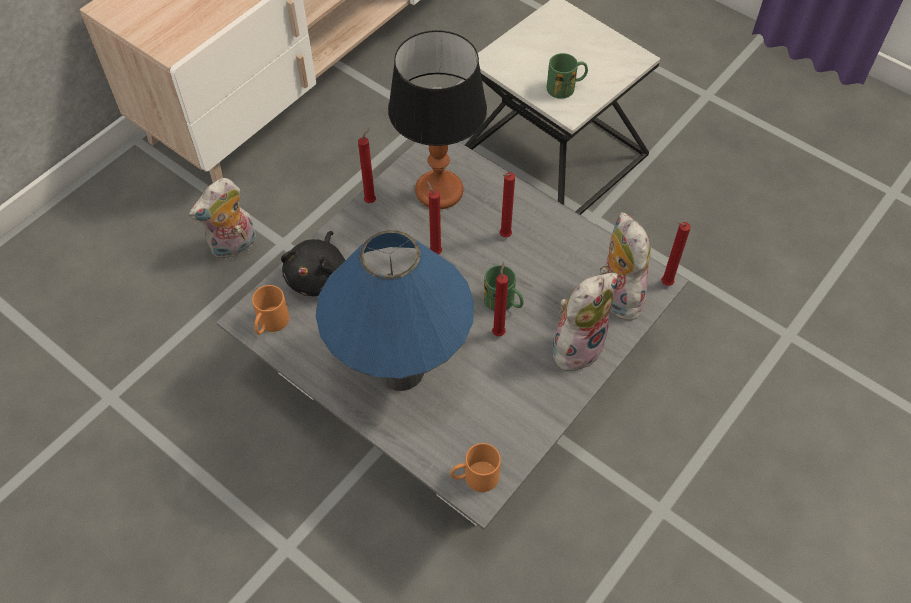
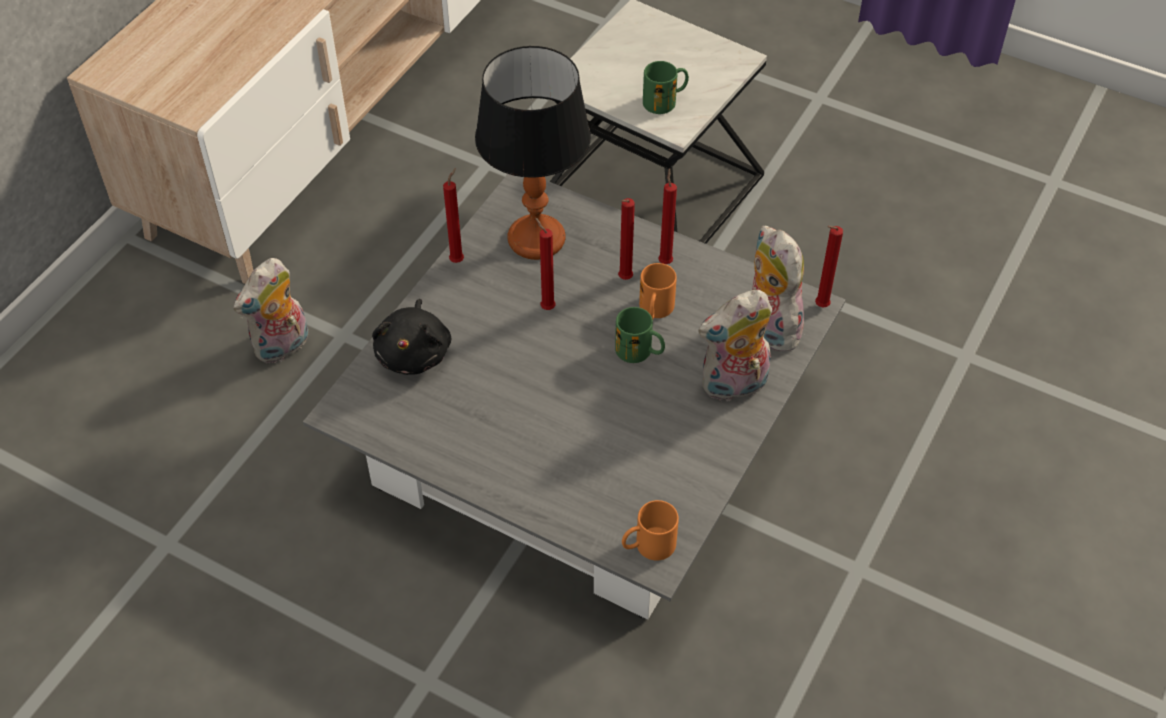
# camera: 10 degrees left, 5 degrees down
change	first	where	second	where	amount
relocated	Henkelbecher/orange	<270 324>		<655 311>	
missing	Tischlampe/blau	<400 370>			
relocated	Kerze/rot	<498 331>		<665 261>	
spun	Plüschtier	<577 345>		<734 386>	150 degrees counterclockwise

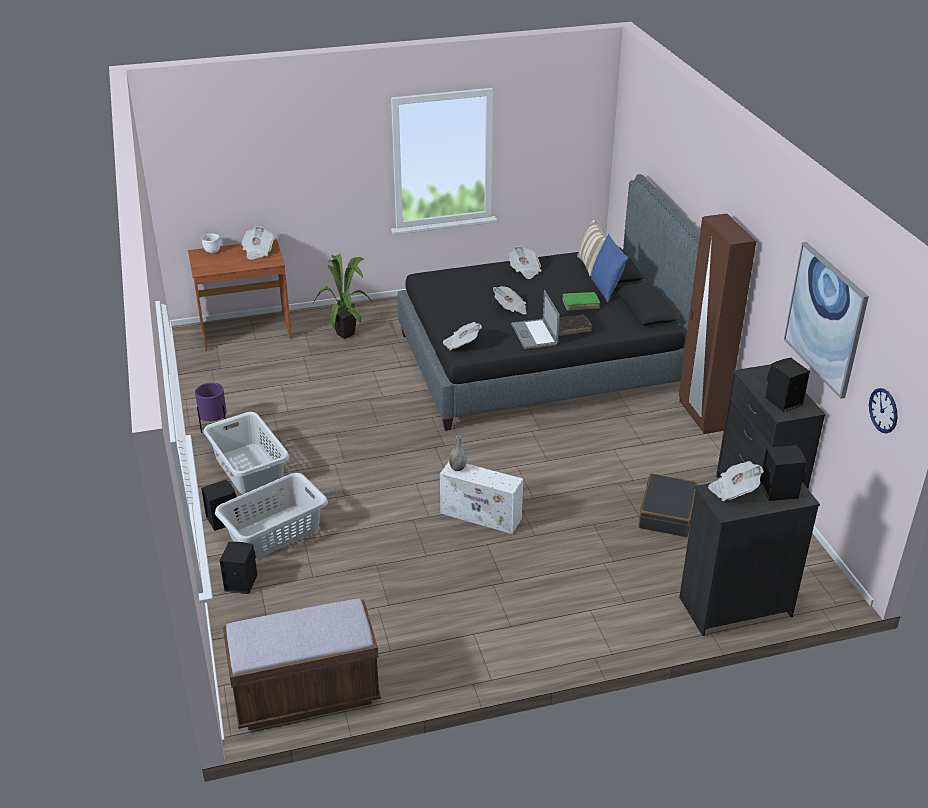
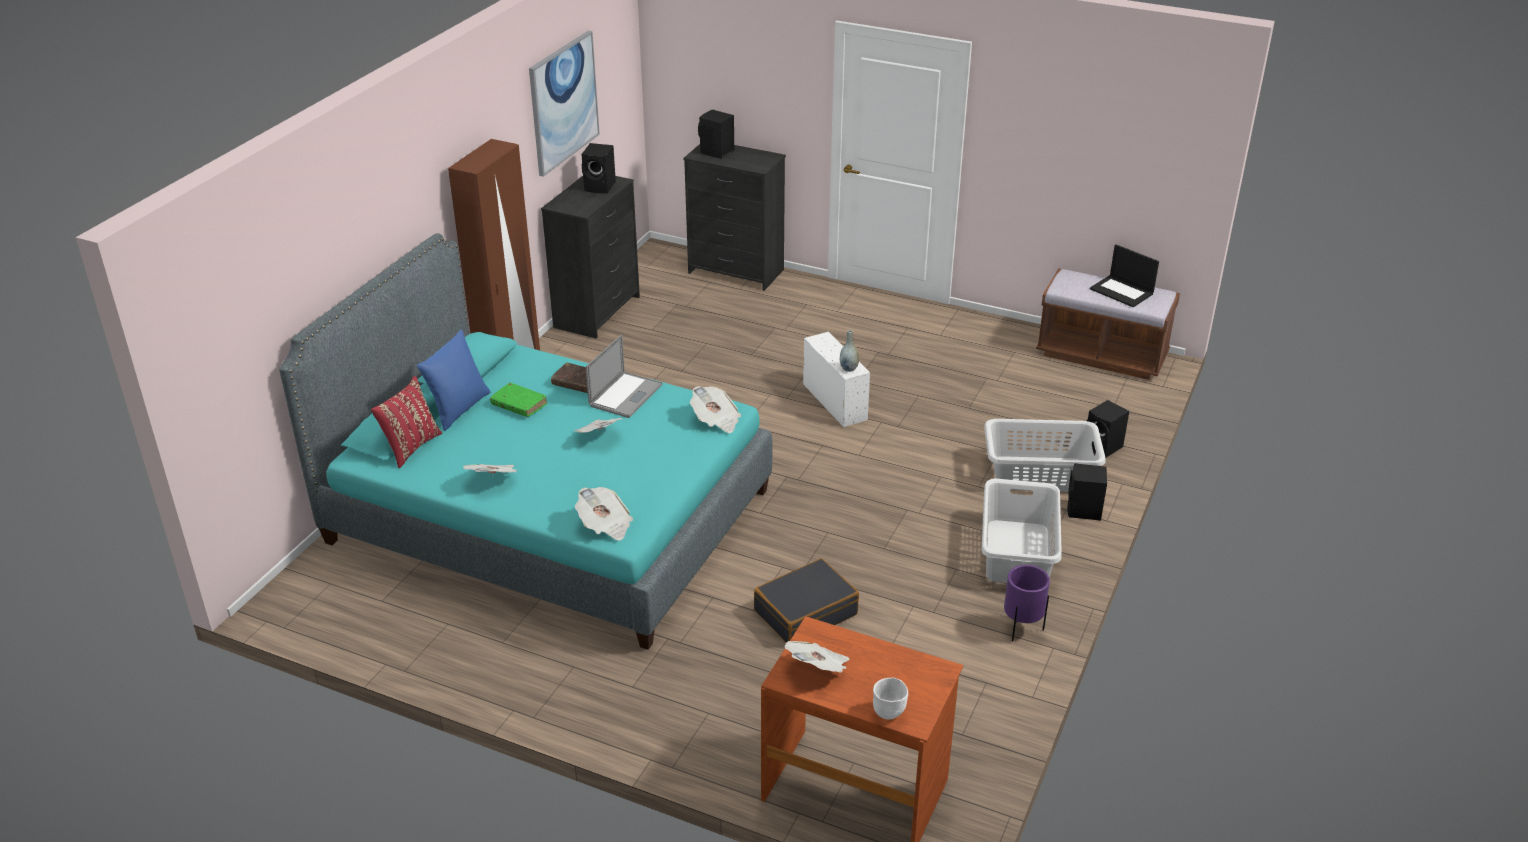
# camera: 140 degrees left, 0 degrees up
change	first	where	second	where	amount
missing	Topfpflanze	<348 333>			
colour	Bett/schwarz	<542 361>	Bett/türkis	<548 516>	
colour	Kissen/beige	<591 265>	Kissen/rot	<410 447>	
relocated	Koffer/schwarz	<667 514>		<805 612>	
relocated	Zeitung	<733 491>		<605 525>	
missing	Wanduhr	<883 410>			
appeared			Laptop	<1122 291>	

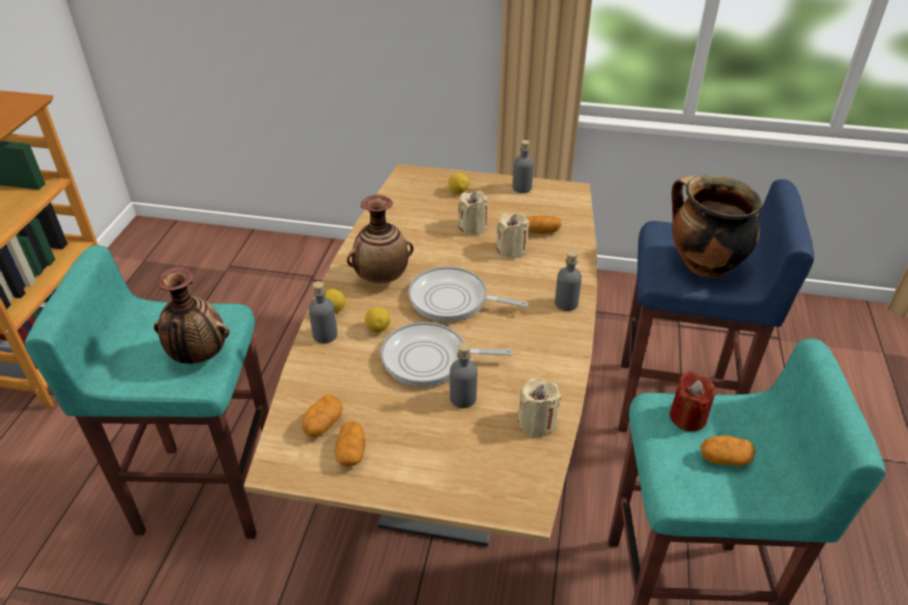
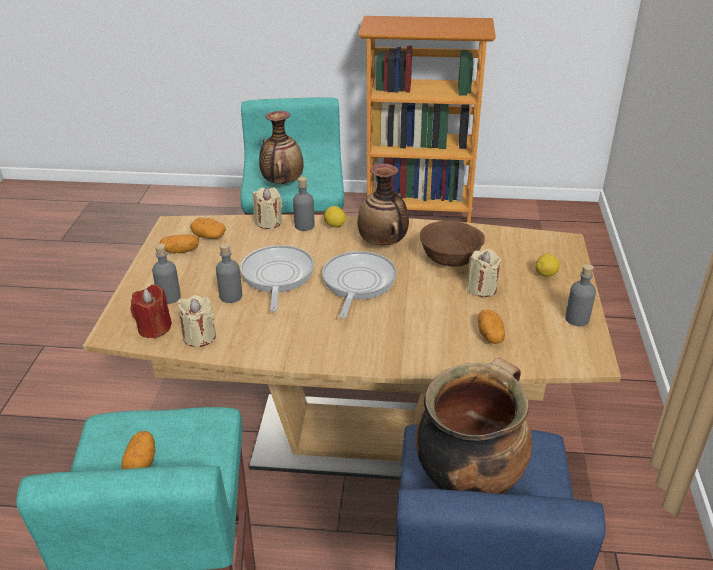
# camera: 85 degrees right, 5 degrees down
change	first	where	second	where	amount
missing	Zitrone	<378 328>			
relocated	Kerze/beige	<511 249>		<268 222>	
relocated	Flasche/grau	<566 303>		<169 297>	
relocated	Kerze/rot	<688 417>		<154 328>	
appeared			Schüssel/braun	<450 259>	

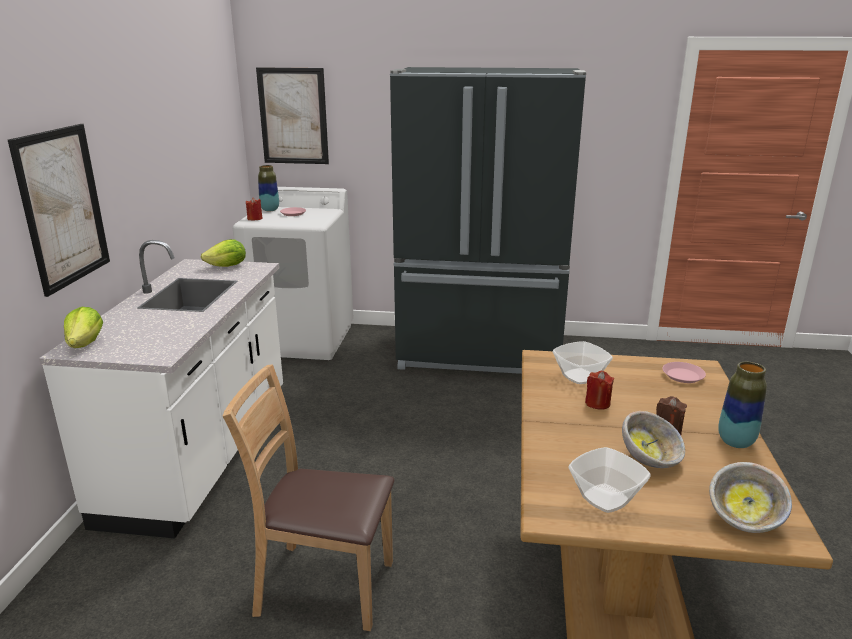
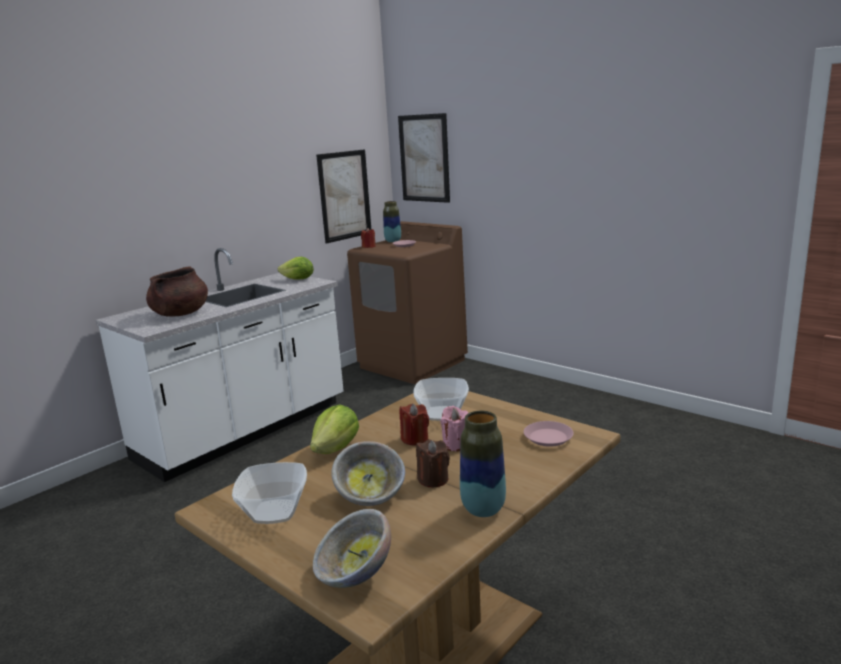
# camera: 35 degrees right, 5 degrees down
change	first	where	second	where	amount
relocated	Bild	<63 207>		<344 195>	
relocated	Salatkopf	<85 344>		<336 449>	
missing	Stuhl/braun	<324 586>			
colour	Waschmaschine/weiß	<303 339>	Waschmaschine/braun	<413 364>	
missing	Kühlschrank/schwarz	<480 353>			
appeared			Kochtopf/braun	<180 314>	
appeared			Kerze/rosa	<456 444>	

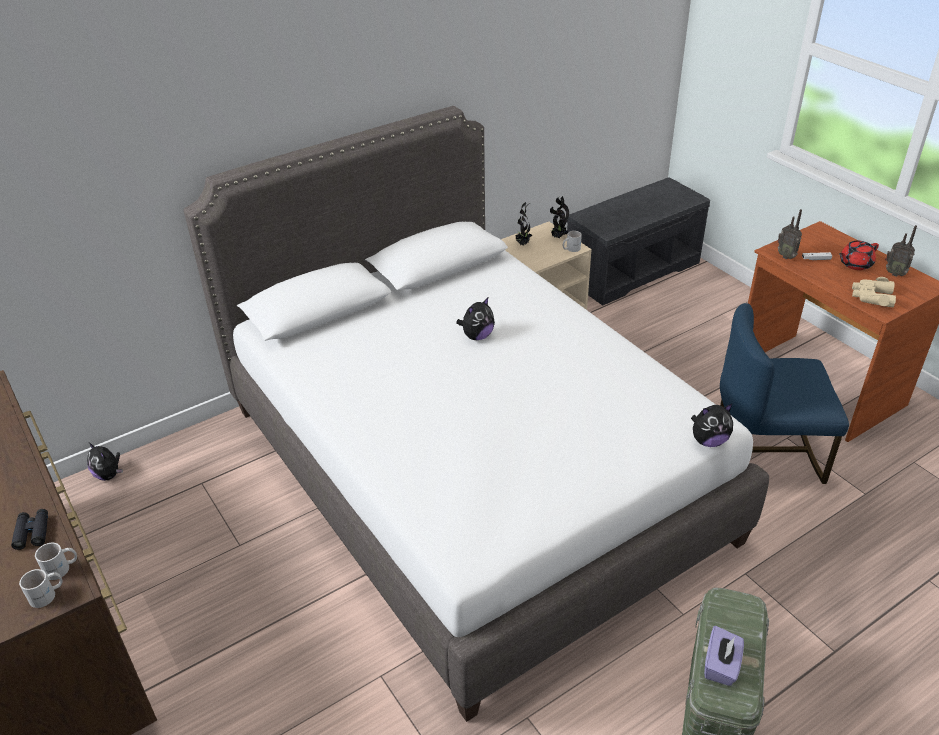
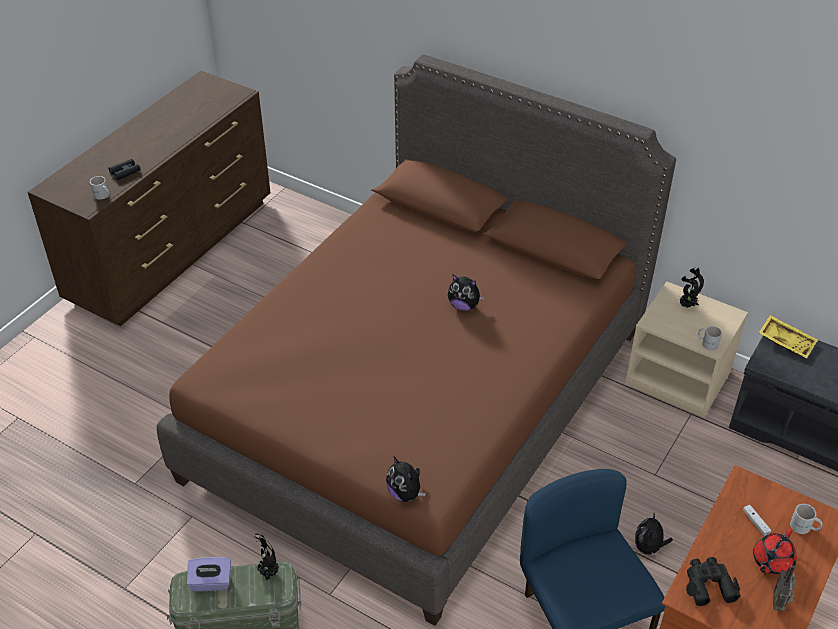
# camera: 65 degrees right, 5 degrees up
change	first	where	second	where	amount
relocated	Henkelbecher/weiß	<47 595>		<804 528>	
relocated	Plüschtier	<109 475>		<649 548>	
colour	Bett/weiß	<470 472>	Bett/braun	<419 403>	
relocated	Topfpflanze	<558 237>		<267 572>	
missing	Radio	<786 256>			
spun	Teekanne/rot	<854 264>		<771 561>	90 degrees counterclockwise
colour	Fernglas/beige	<872 297>	Fernglas/schwarz	<708 584>	
appeared			Tablett/gelb	<786 341>	

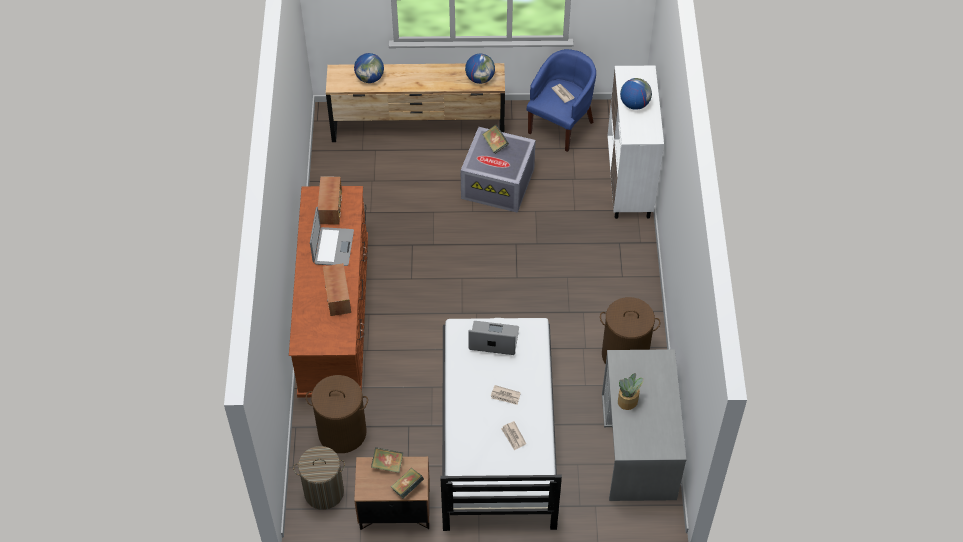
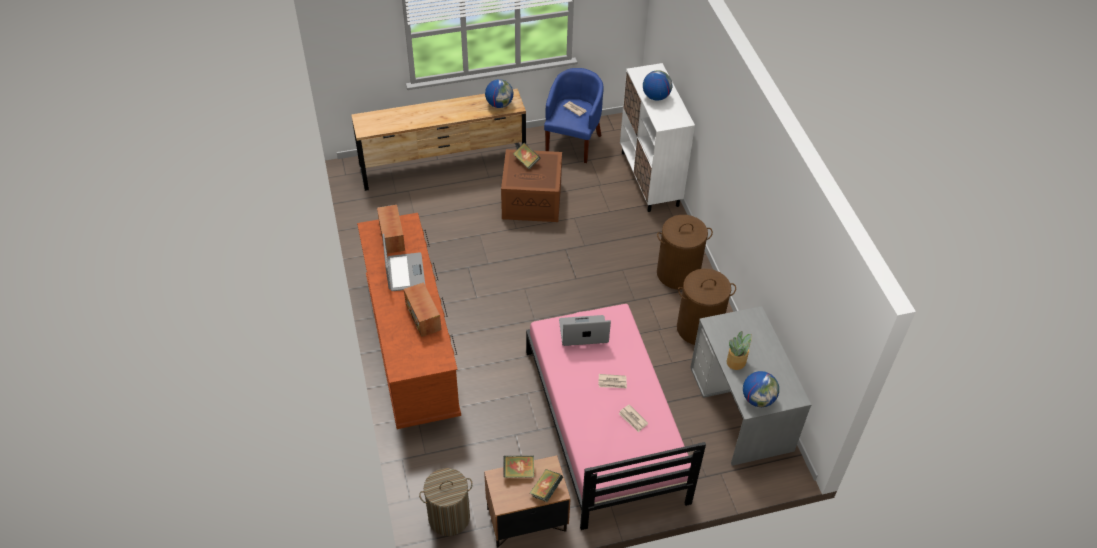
# camera: 15 degrees left, 5 degrees down
change	first	where	second	where	amount
relocated	Wäschekorb/braun	<342 432>		<678 274>	
relocated	Globus	<370 78>		<758 399>	
colour	Bett/weiß	<497 434>	Bett/rosa	<604 424>	
colour	Aufbewahrungsbox/grau	<499 183>	Aufbewahrungsbox/braun	<532 200>	

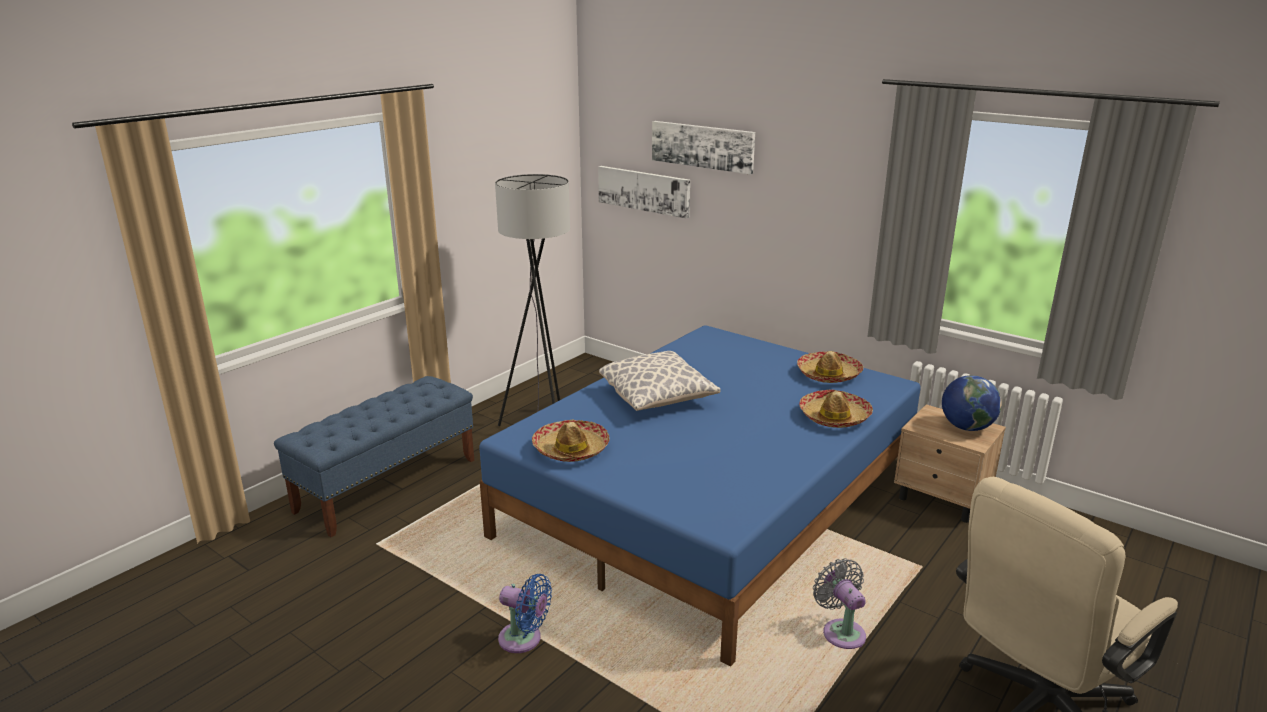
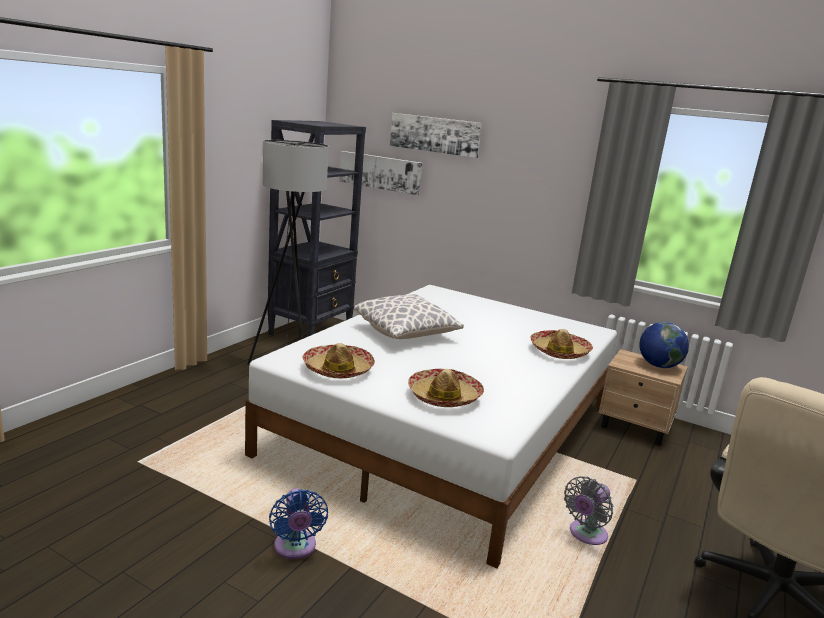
# camera: 10 degrees left, 5 degrees down
change	first	where	second	where	amount
missing	Bank/blau	<388 485>			
colour	Bett/blau	<711 502>	Bett/weiß	<447 428>	
spun	Ventilator/blau	<524 639>		<295 548>	60 degrees clockwise
relocated	Hut	<828 374>		<444 396>	
spun	Ventilator/grau	<841 631>		<585 535>	105 degrees counterclockwise
appeared			Bücherregal/schwarz	<311 332>	

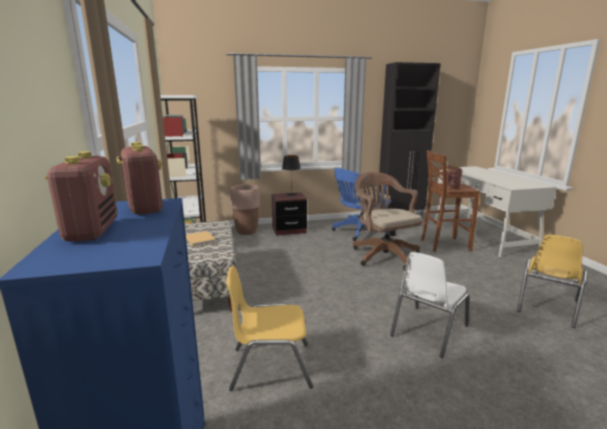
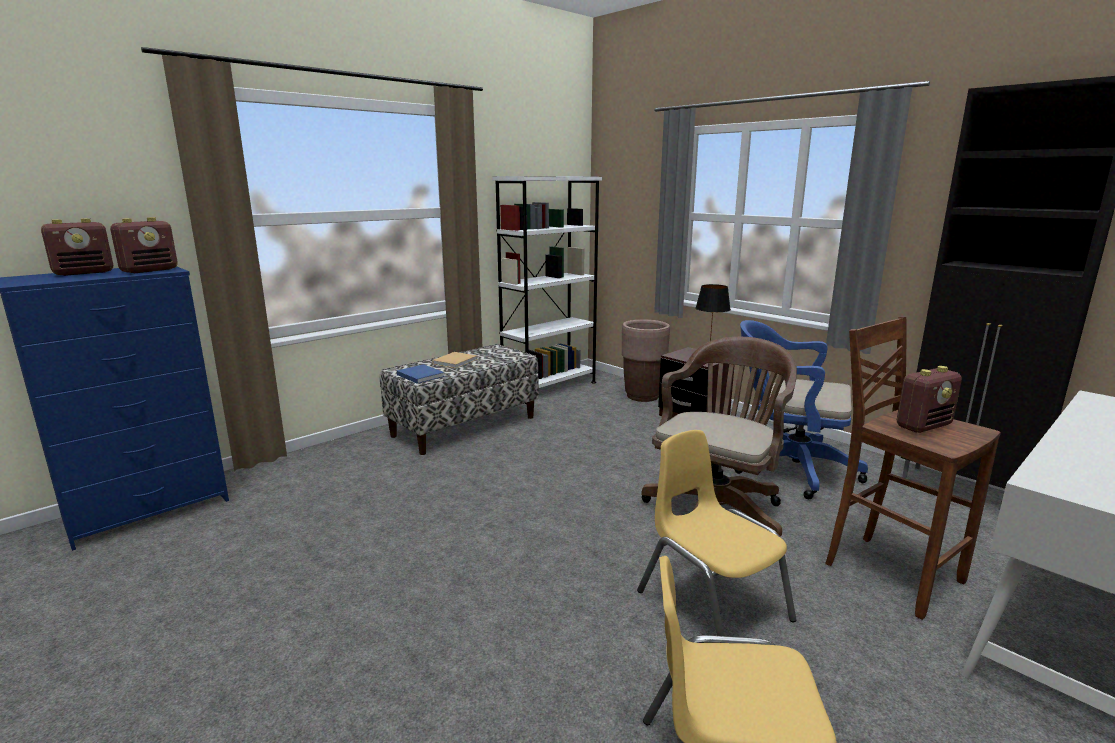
# camera: 60 degrees right, 0 degrees up
change	first	where	second	where	amount
relocated	Stuhl/gelb	<271 366>		<712 606>	
missing	Stuhl/weiß	<428 331>			
appeared			Buch/blau	<419 375>	

